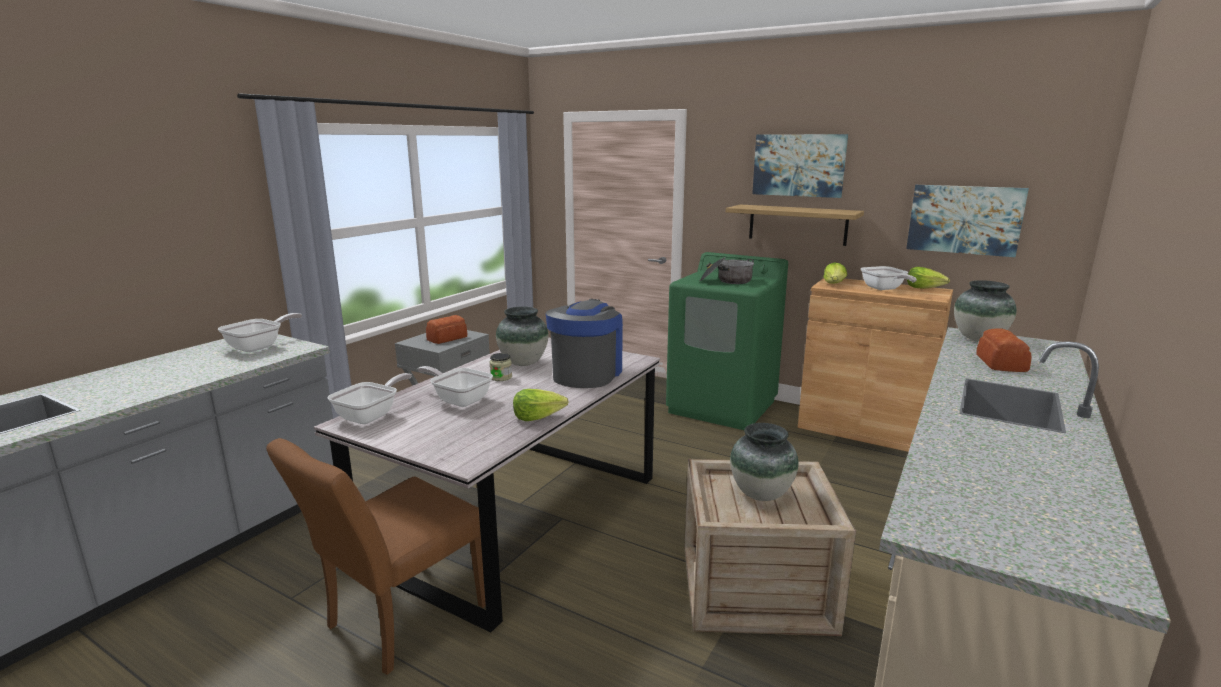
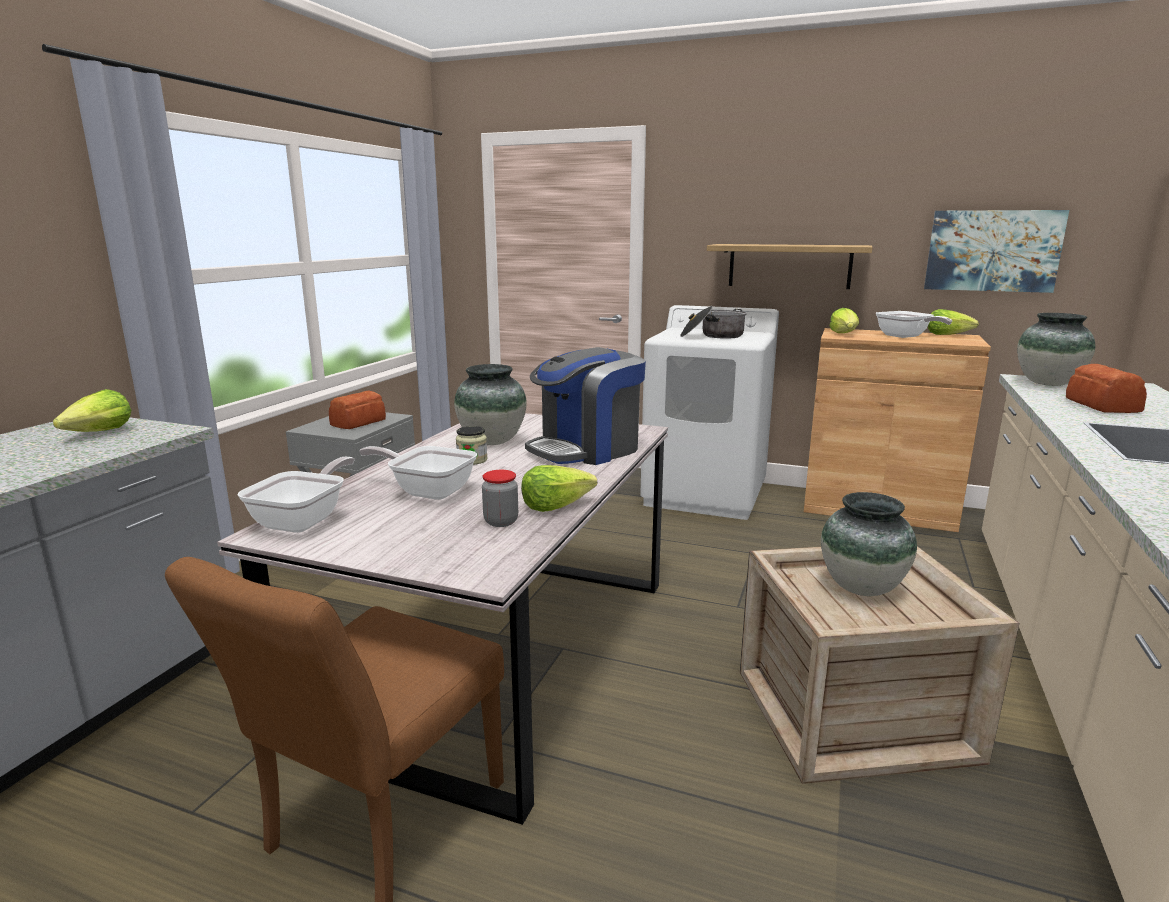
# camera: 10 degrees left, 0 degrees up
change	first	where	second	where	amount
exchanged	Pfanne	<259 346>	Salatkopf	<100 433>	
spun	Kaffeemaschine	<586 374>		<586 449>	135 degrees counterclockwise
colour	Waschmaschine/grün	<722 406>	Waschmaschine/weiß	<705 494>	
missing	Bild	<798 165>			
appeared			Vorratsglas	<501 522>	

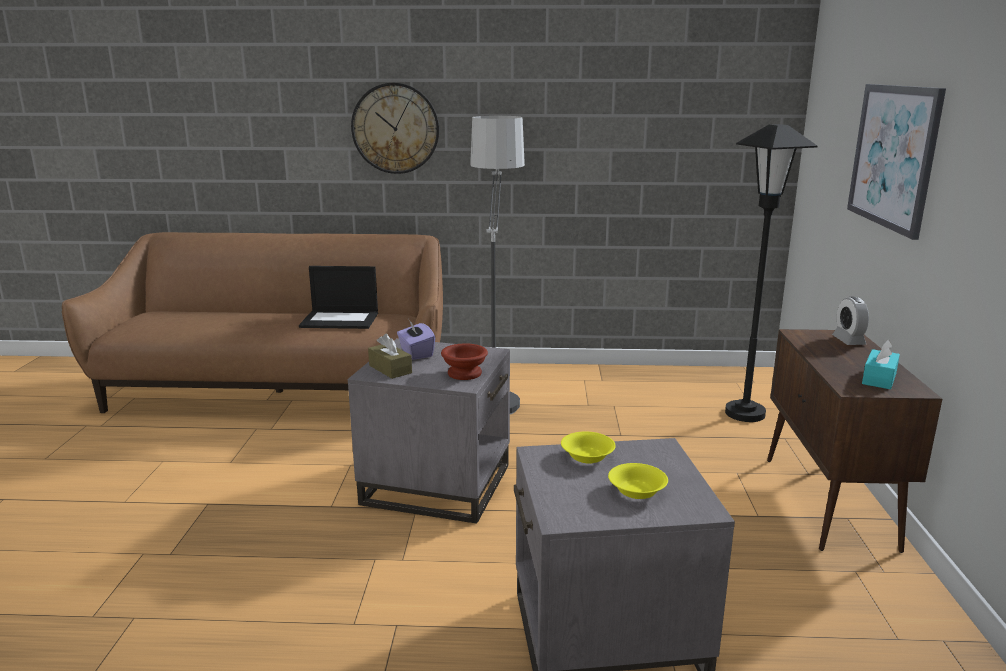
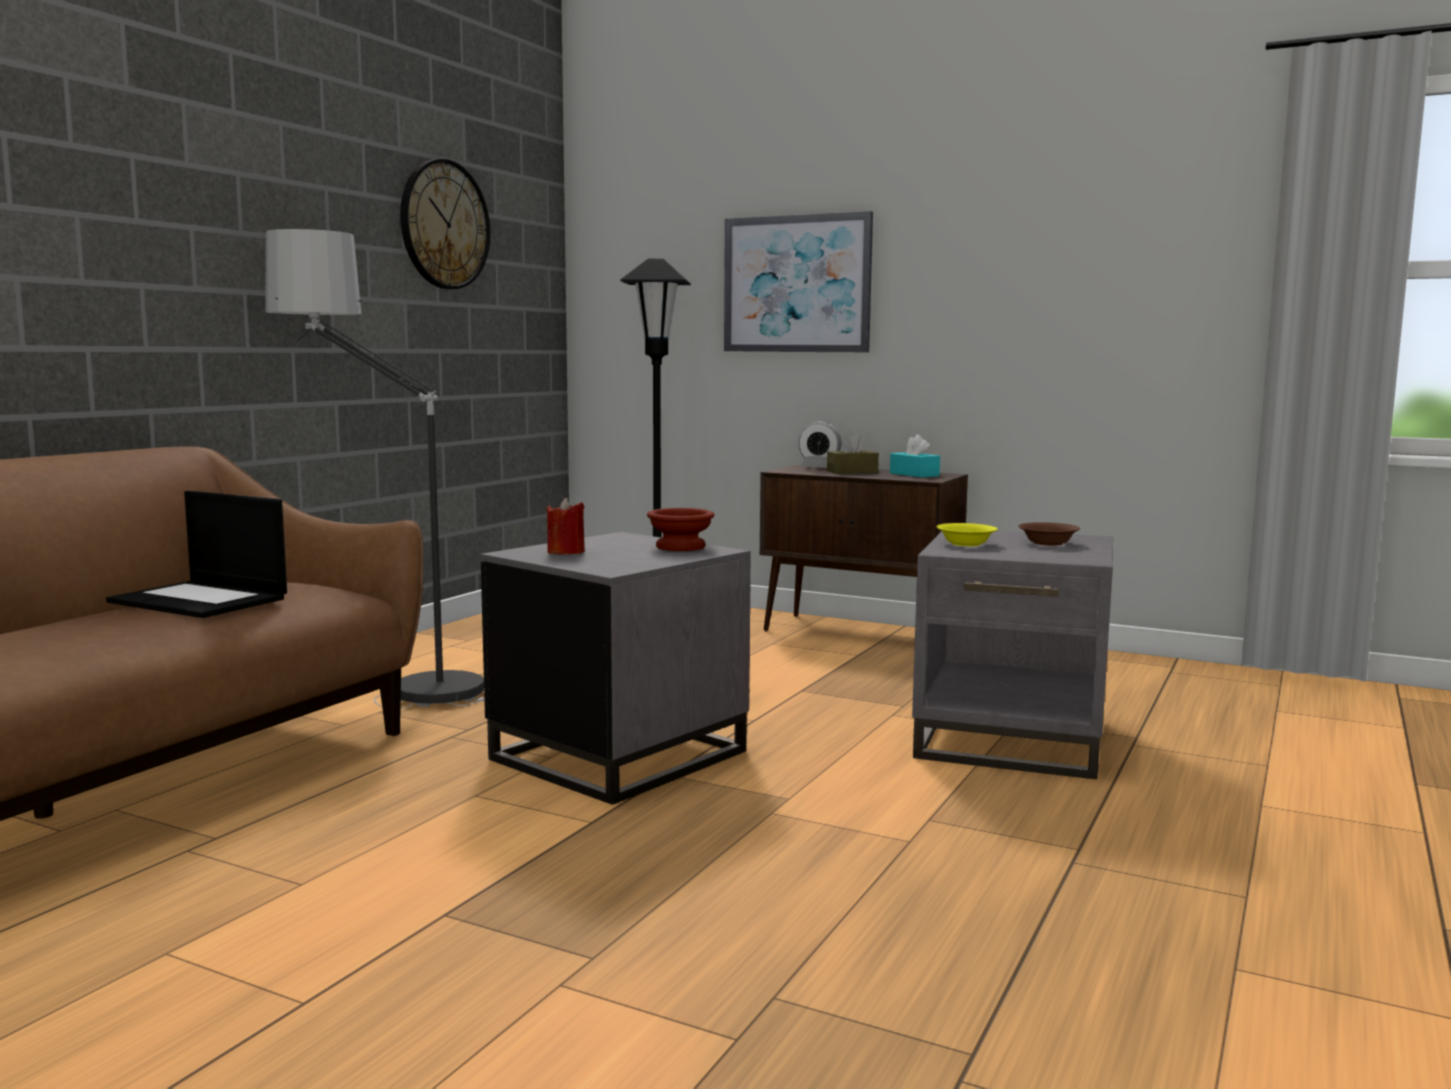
# camera: 65 degrees left, 10 degrees down
change	first	where	second	where	amount
spun	Laptop	<341 320>		<201 600>	90 degrees clockwise
relocated	Wanduhr	<395 128>		<444 225>	
relocated	Taschentuchbox/braun	<390 369>		<852 472>	
exchanged	Taschentuchbox/lila	<416 353>	Kerze/rot	<566 552>	
colour	Schüssel/gelb	<637 492>	Schüssel/braun	<1048 543>	

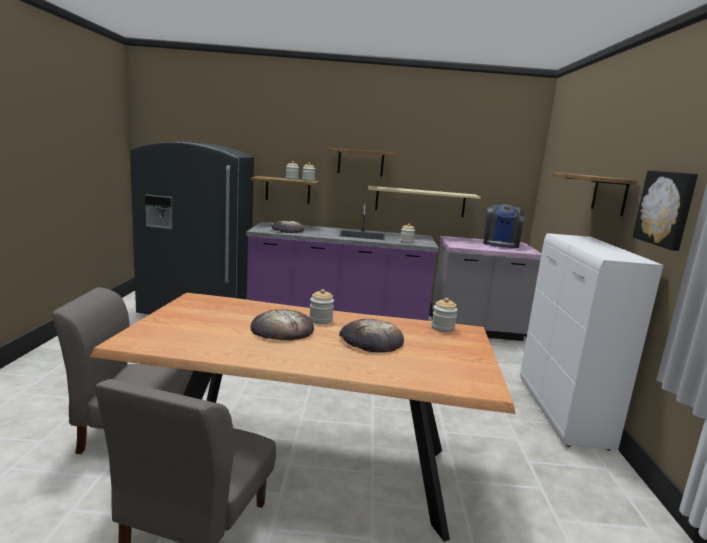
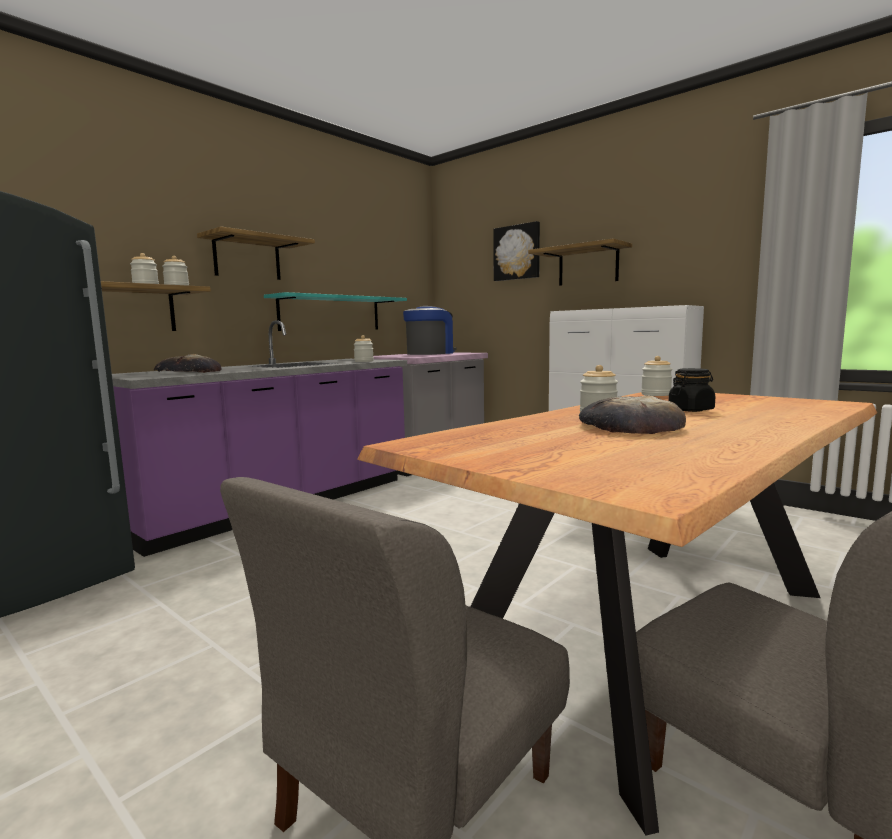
# camera: 50 degrees left, 5 degrees down
change	first	where	second	where	amount
exchanged	Brot	<371 341>	Vorratsglas/schwarz	<691 410>	
colour	Wandregal/beige	<420 201>	Wandregal/türkis	<330 313>	
spun	Kaffeemaschine	<500 244>		<430 353>	105 degrees counterclockwise
relocated	Bild	<666 208>		<517 252>	

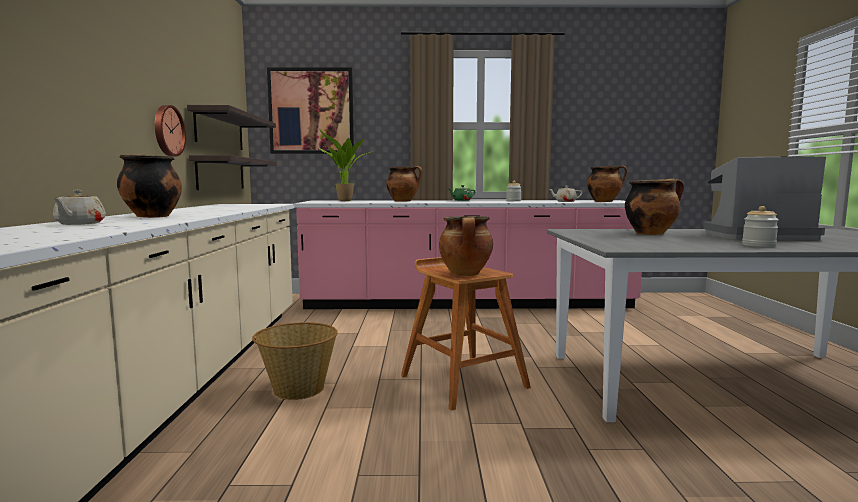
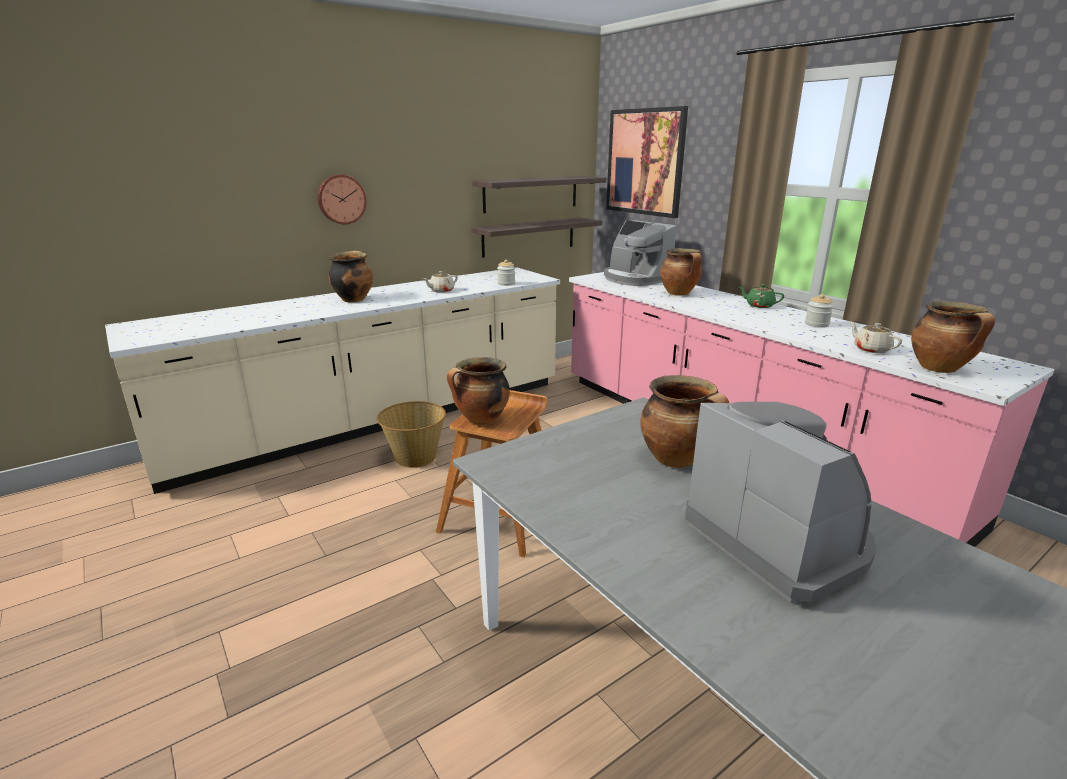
# camera: 55 degrees right, 15 degrees up
change	first	where	second	where	amount
relocated	Teekanne/beige	<79 224>		<441 291>	
relocated	Wanduhr	<167 131>		<341 199>	
exchanged	Topfpflanze	<345 201>	Kaffeemaschine	<635 279>	
relocated	Vorratsglas	<758 245>		<506 284>	

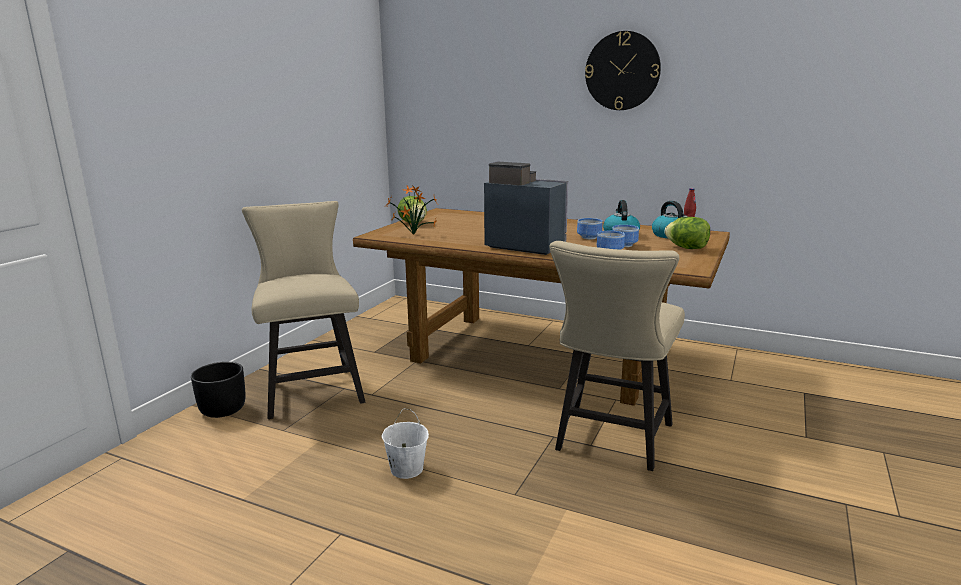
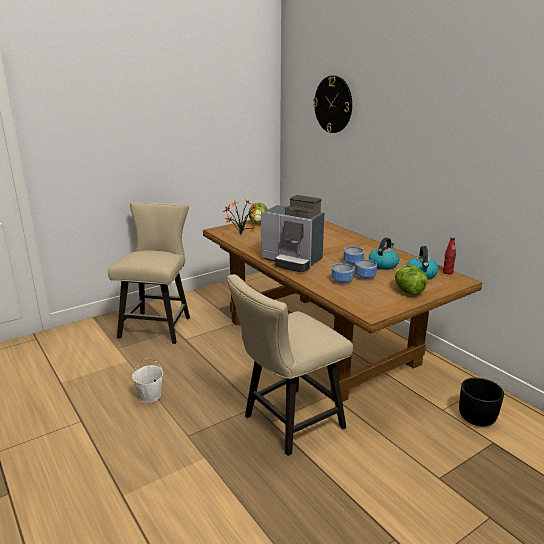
# camera: 30 degrees right, 5 degrees up
change	first	where	second	where	amount
relocated	Pflanzkübel/schwarz	<222 409>		<476 417>	
spun	Kaffeemaschine	<524 246>		<292 261>	150 degrees clockwise
relocated	Wanduhr	<622 71>		<333 104>	

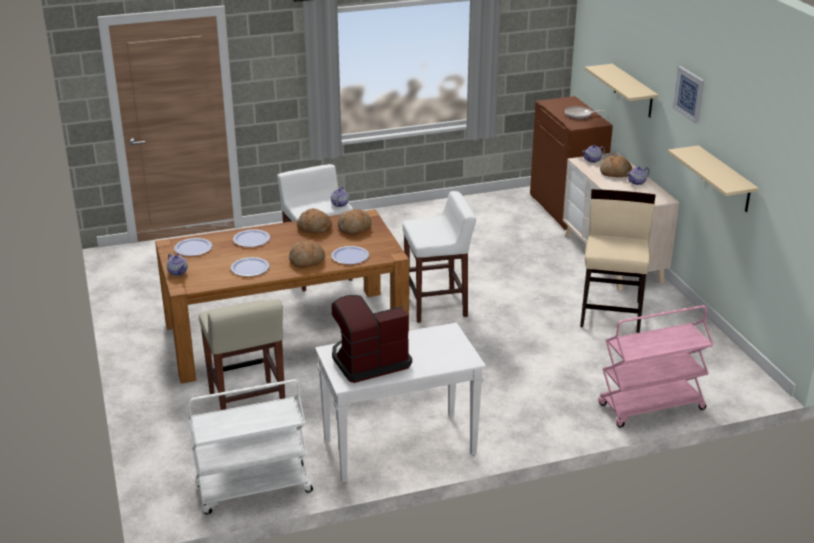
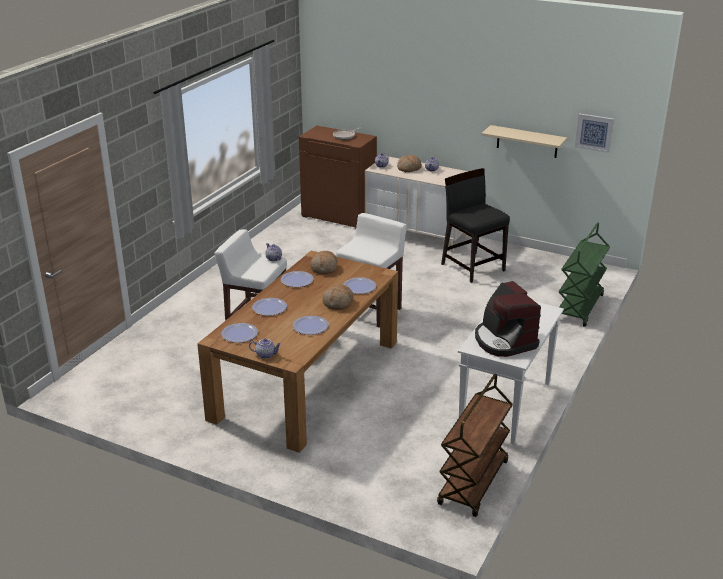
# camera: 45 degrees left, 0 degrees up
change	first	where	second	where	amount
colour	Rollwagen/weiß	<253 490>	Rollwagen/braun	<474 483>	
missing	Hocker/beige	<247 404>			
exchanged	Brot	<314 228>	Teller	<297 280>	
spun	Kaffeemaschine	<369 361>		<504 341>	45 degrees counterclockwise
colour	Stuhl/beige	<611 313>	Stuhl/schwarz	<473 267>	
missing	Wandregal/beige	<633 91>			
colour	Rollwagen/rosa	<651 407>	Rollwagen/grün	<580 308>	
relocated	Bild	<689 94>		<594 132>	

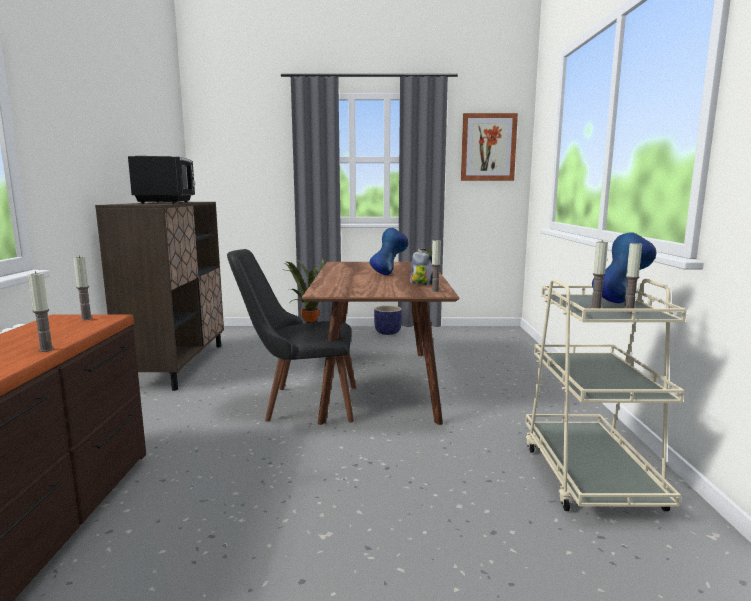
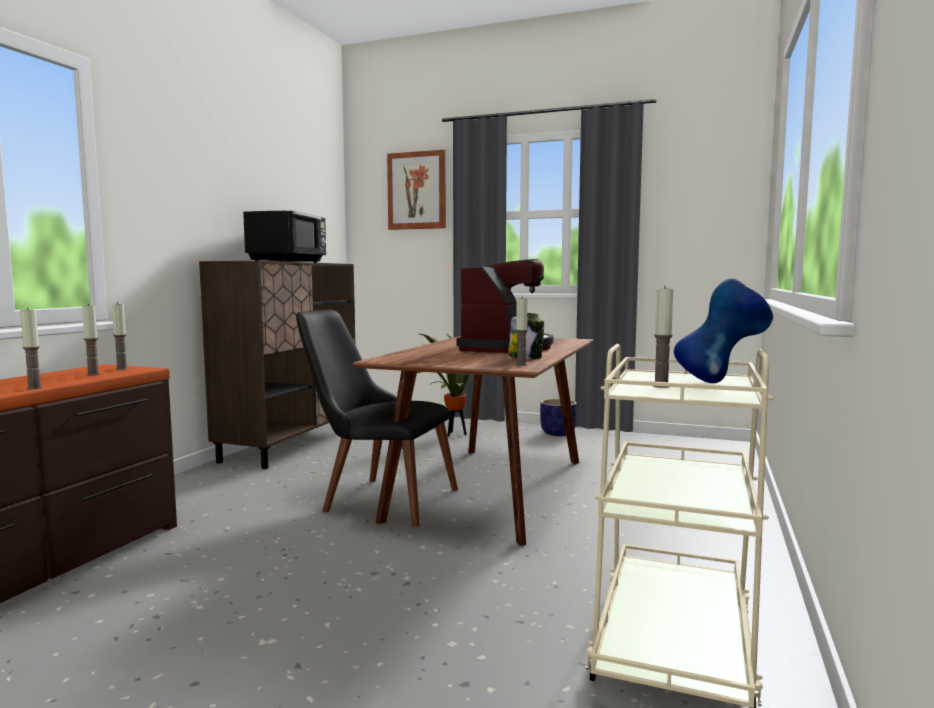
# camera: 20 degrees right, 5 degrees down
change	first	where	second	where	amount
exchanged	Vase/blau	<389 274>	Kaffeemaschine	<506 348>	
relocated	Bild	<488 147>		<417 191>	
relocated	Kerze	<628 312>		<93 374>	

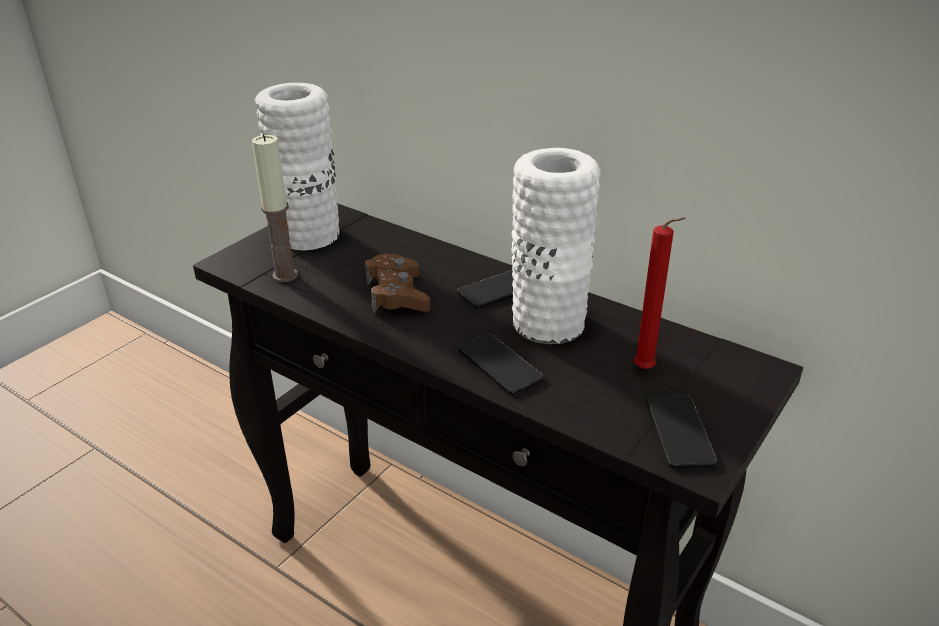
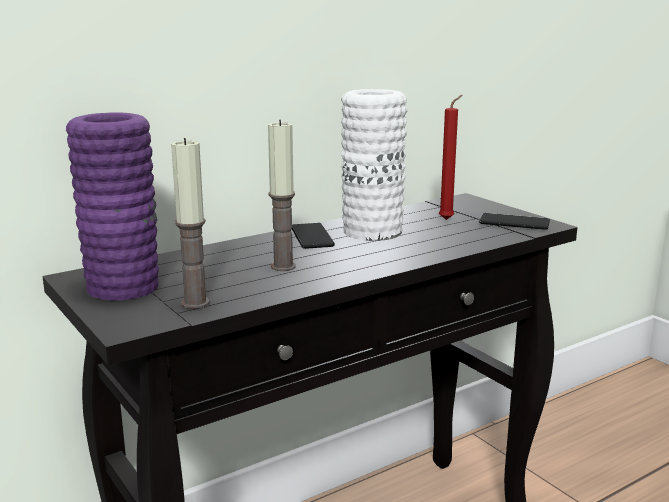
# camera: 70 degrees left, 15 degrees down
change	first	where	second	where	amount
colour	Vase/weiß	<309 235>	Vase/lila	<123 287>	
exchanged	Gamepad/braun	<397 294>	Kerze	<283 266>	
missing	Handy	<499 364>			

